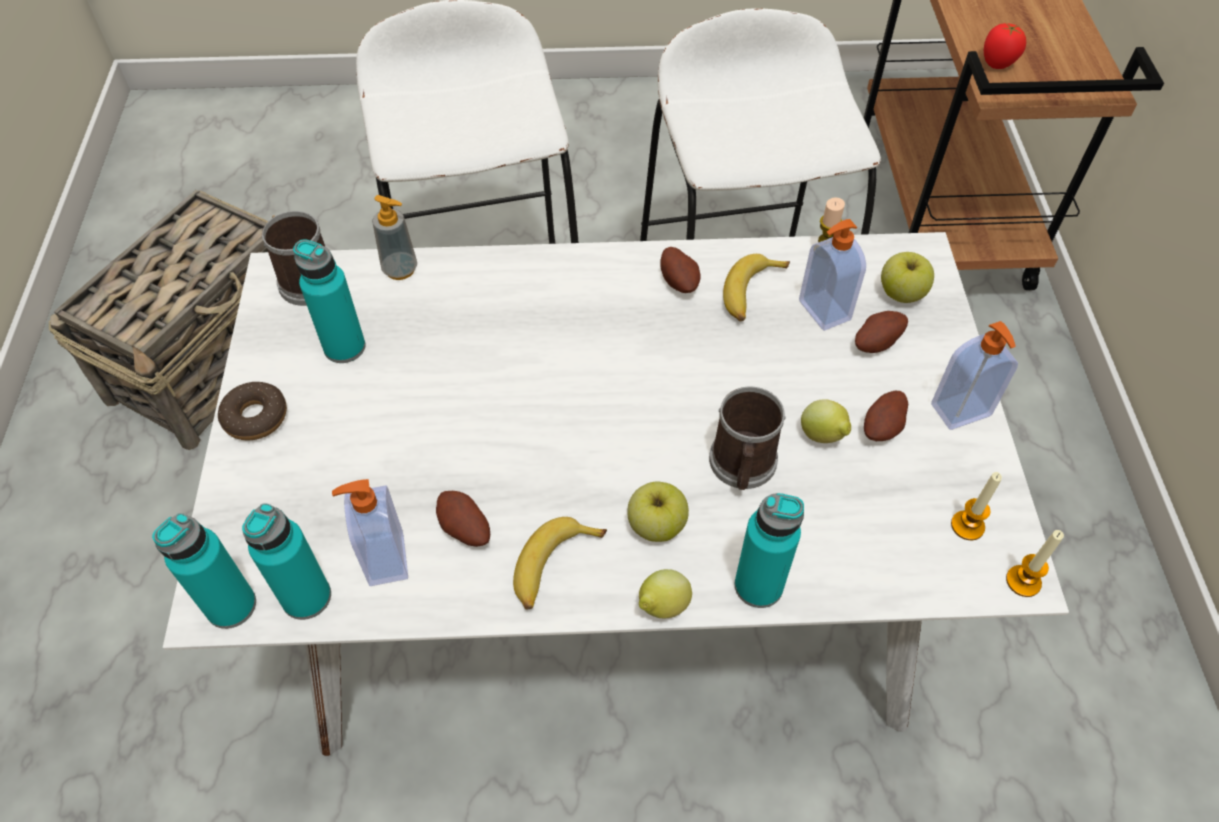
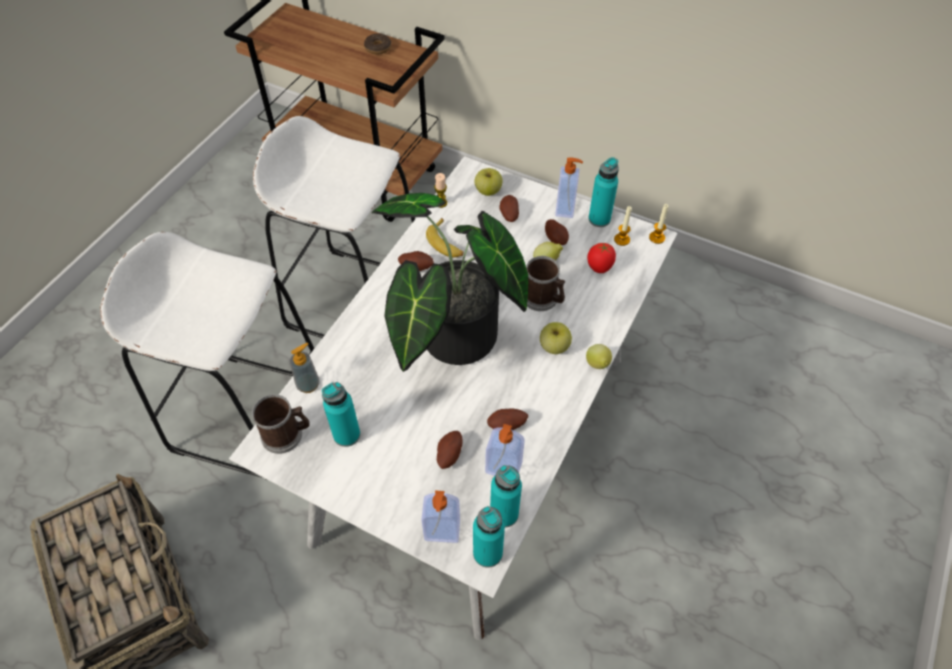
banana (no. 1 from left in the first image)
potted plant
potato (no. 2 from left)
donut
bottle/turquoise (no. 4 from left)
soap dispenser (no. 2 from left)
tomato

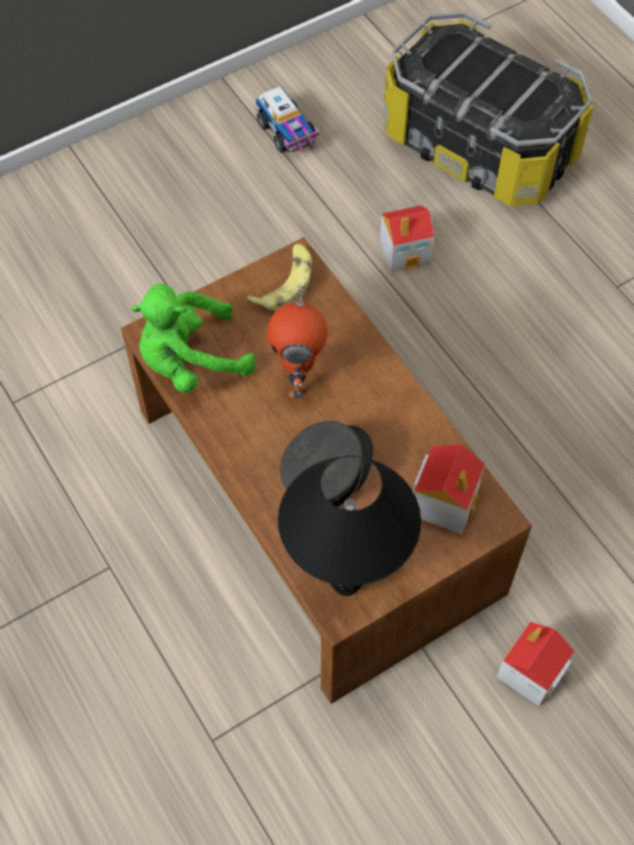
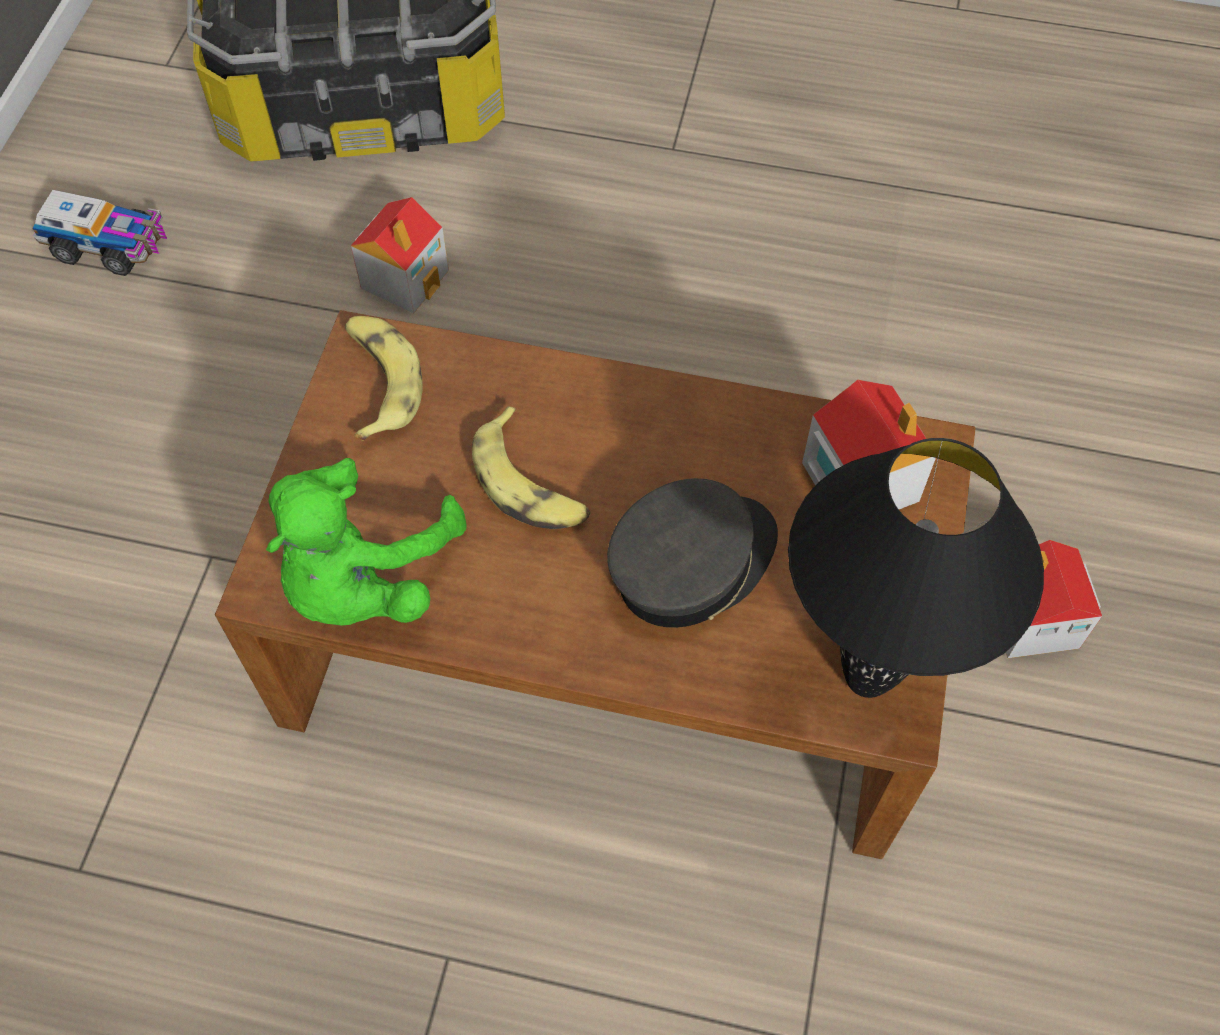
banana (no. 2 from left)
cap/grey

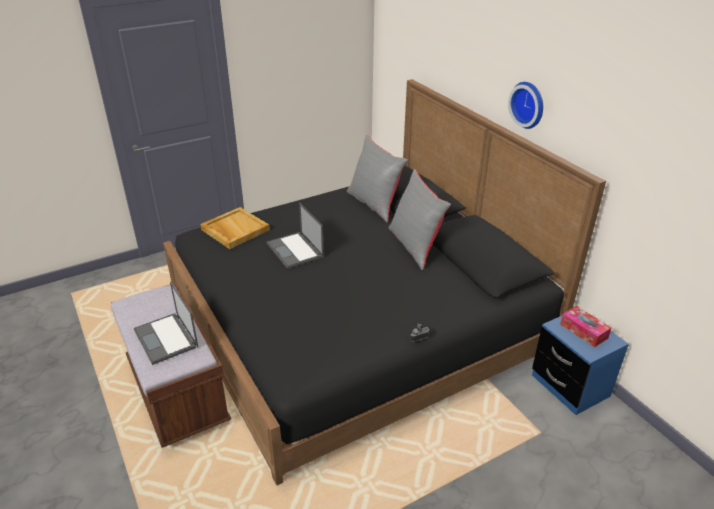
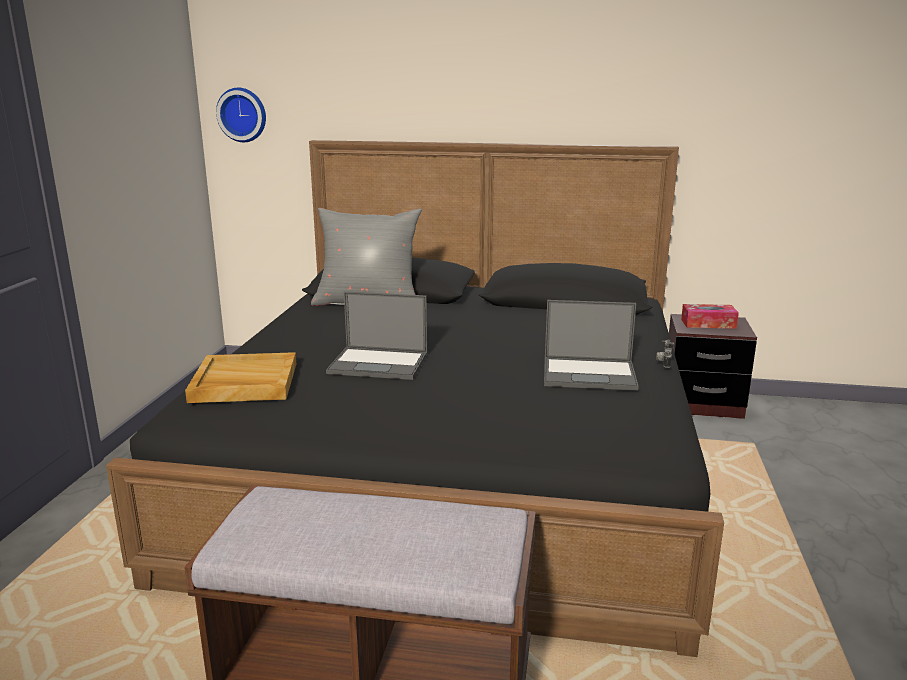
pillow/grey (no. 2 from left in the first image)
laptop (no. 2 from left)
wall clock
nightstand/brown

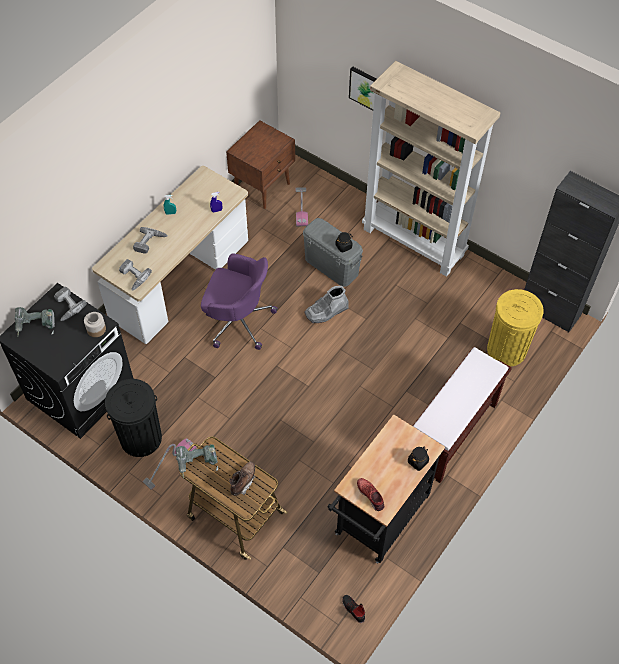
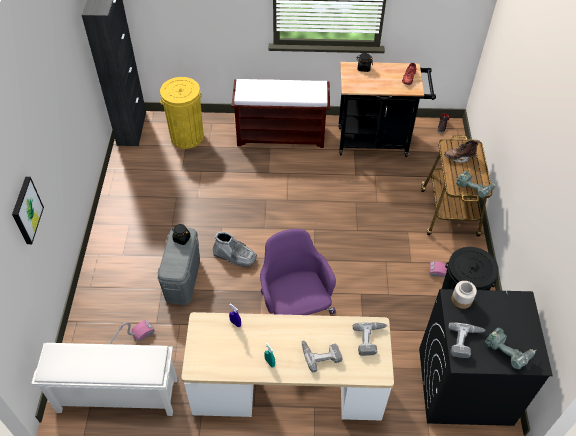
bookcase/beige
shoe rack/white

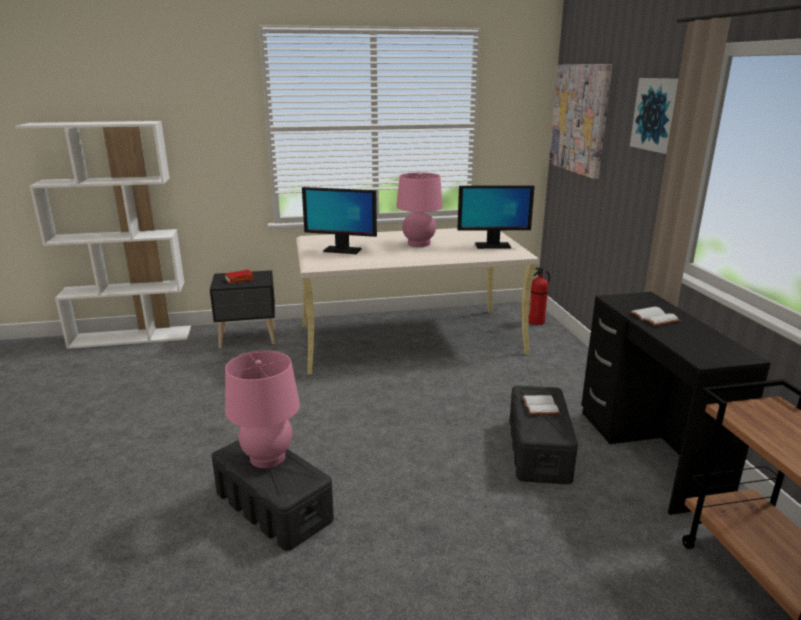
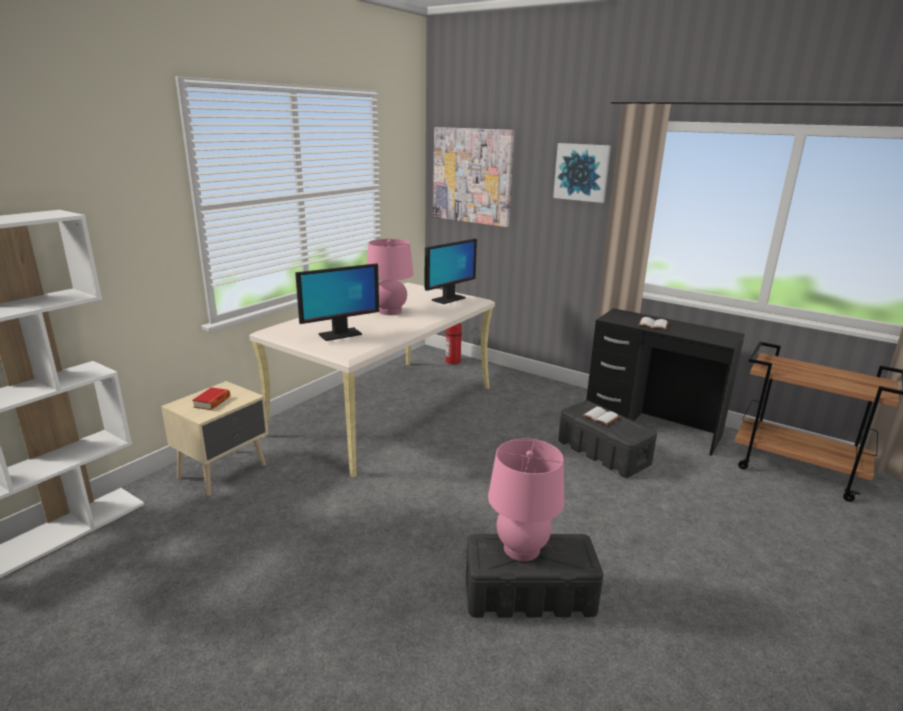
nightstand/beige

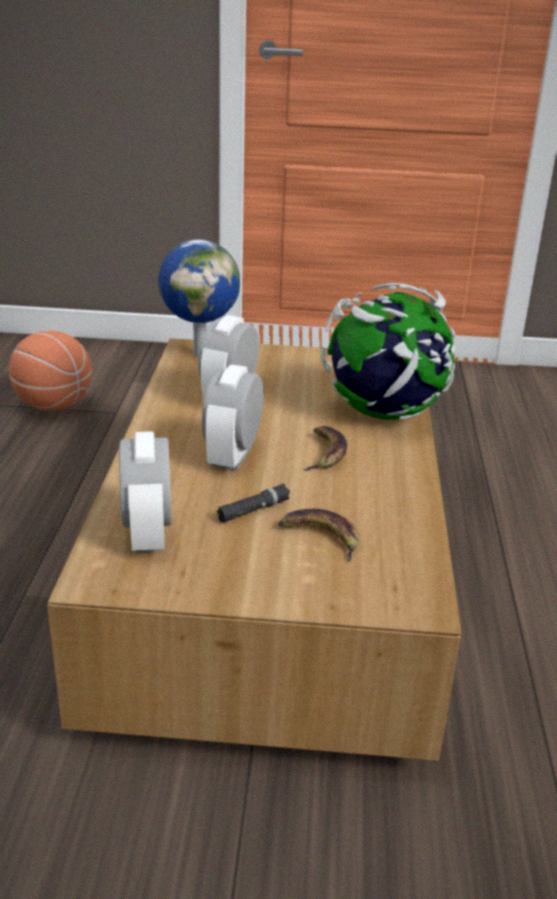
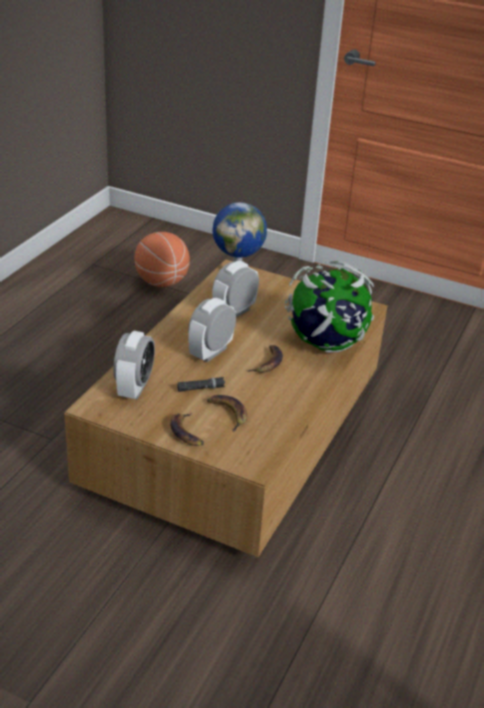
banana (no. 1 from left)

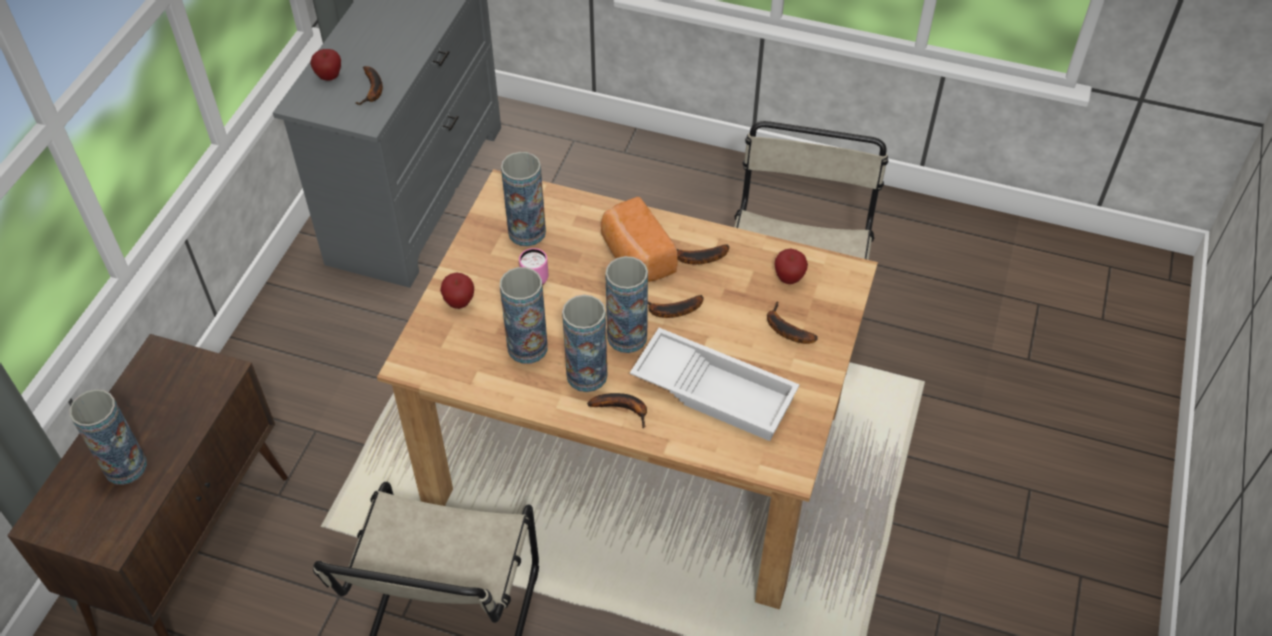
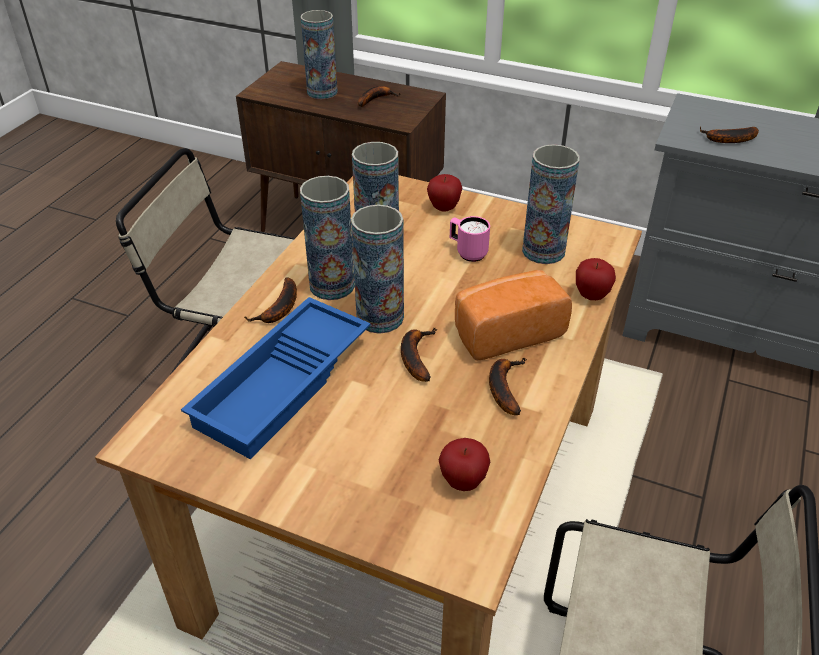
apple (no. 3 from left)
banana (no. 2 from left)
tray/blue

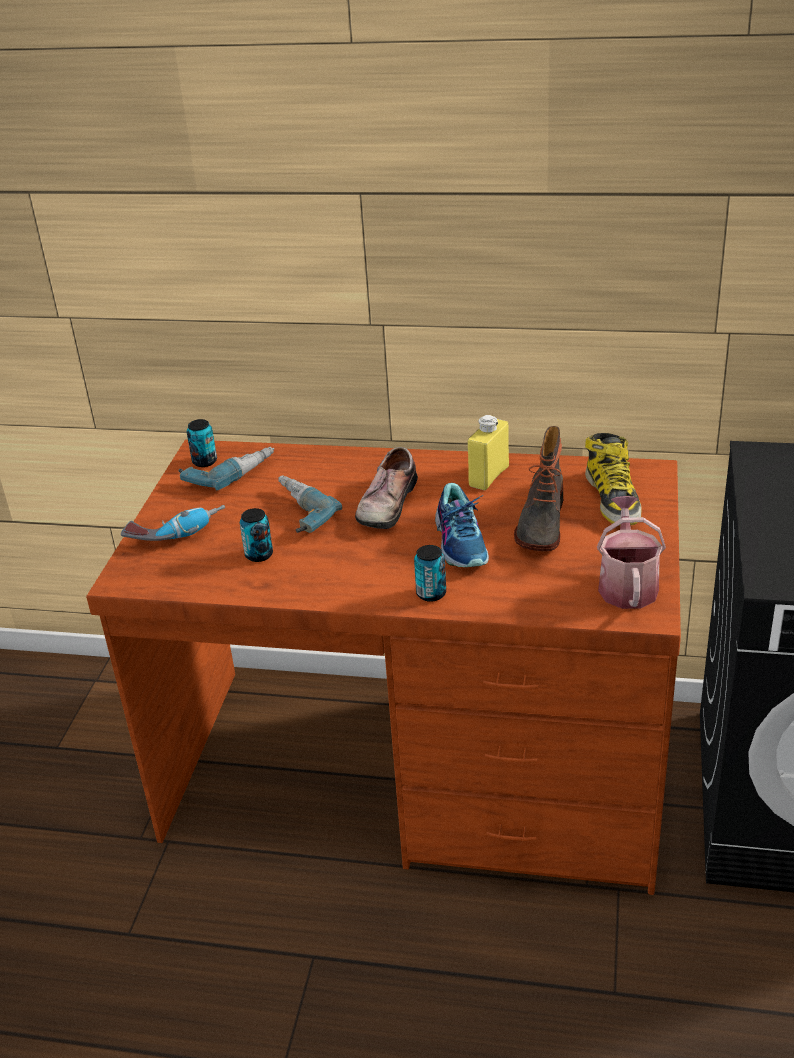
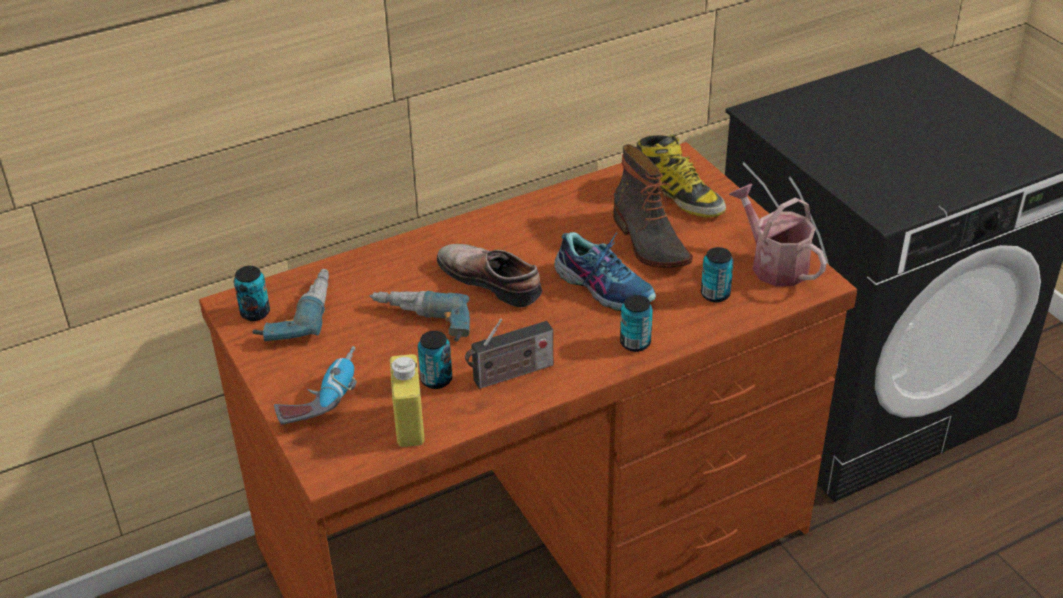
radio
can (no. 4 from left)
bottle/yellow
shoe (no. 1 from left)

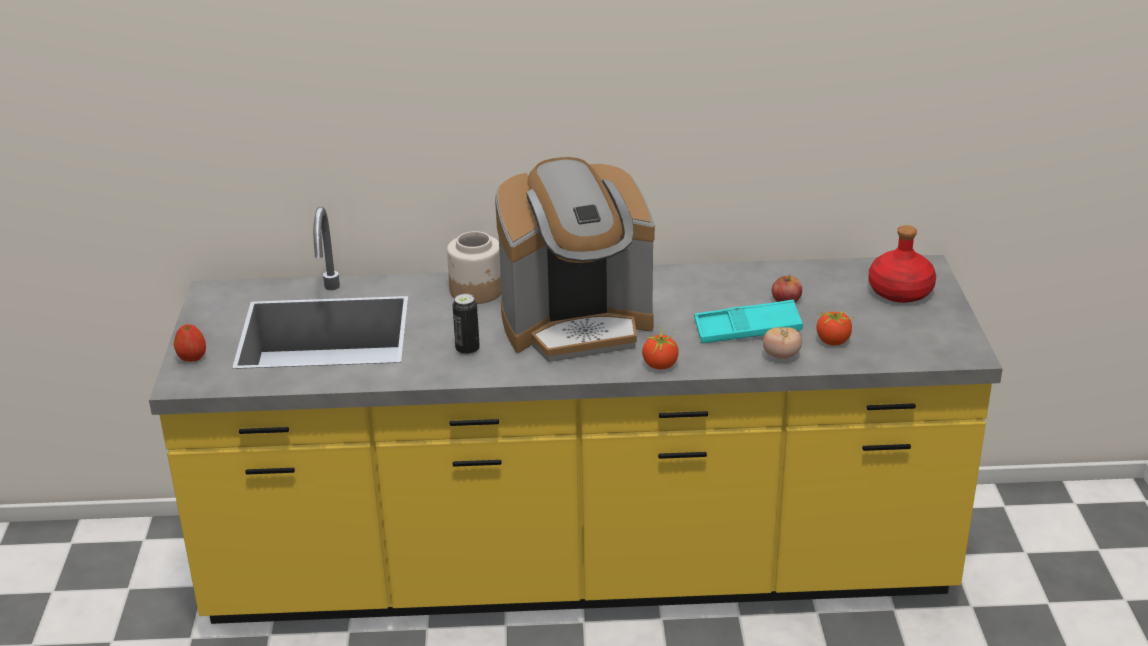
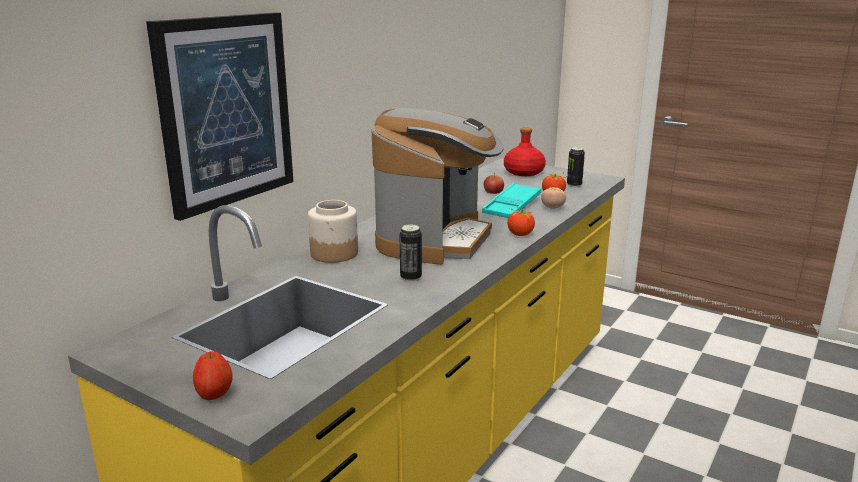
picture
can (no. 2 from left)

